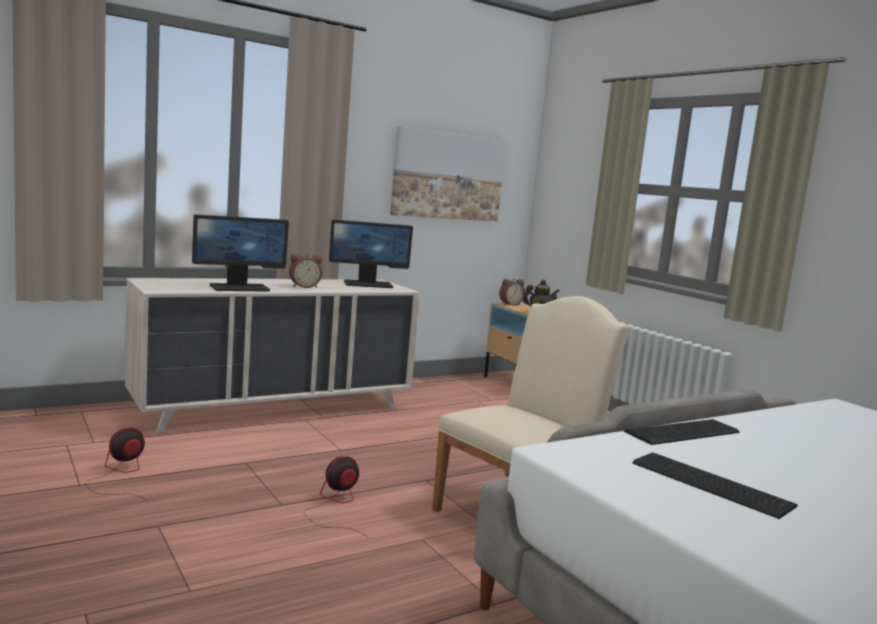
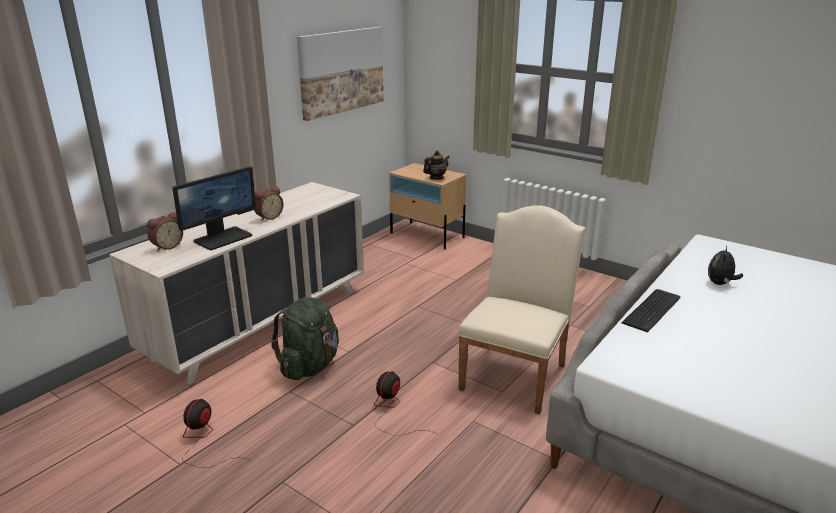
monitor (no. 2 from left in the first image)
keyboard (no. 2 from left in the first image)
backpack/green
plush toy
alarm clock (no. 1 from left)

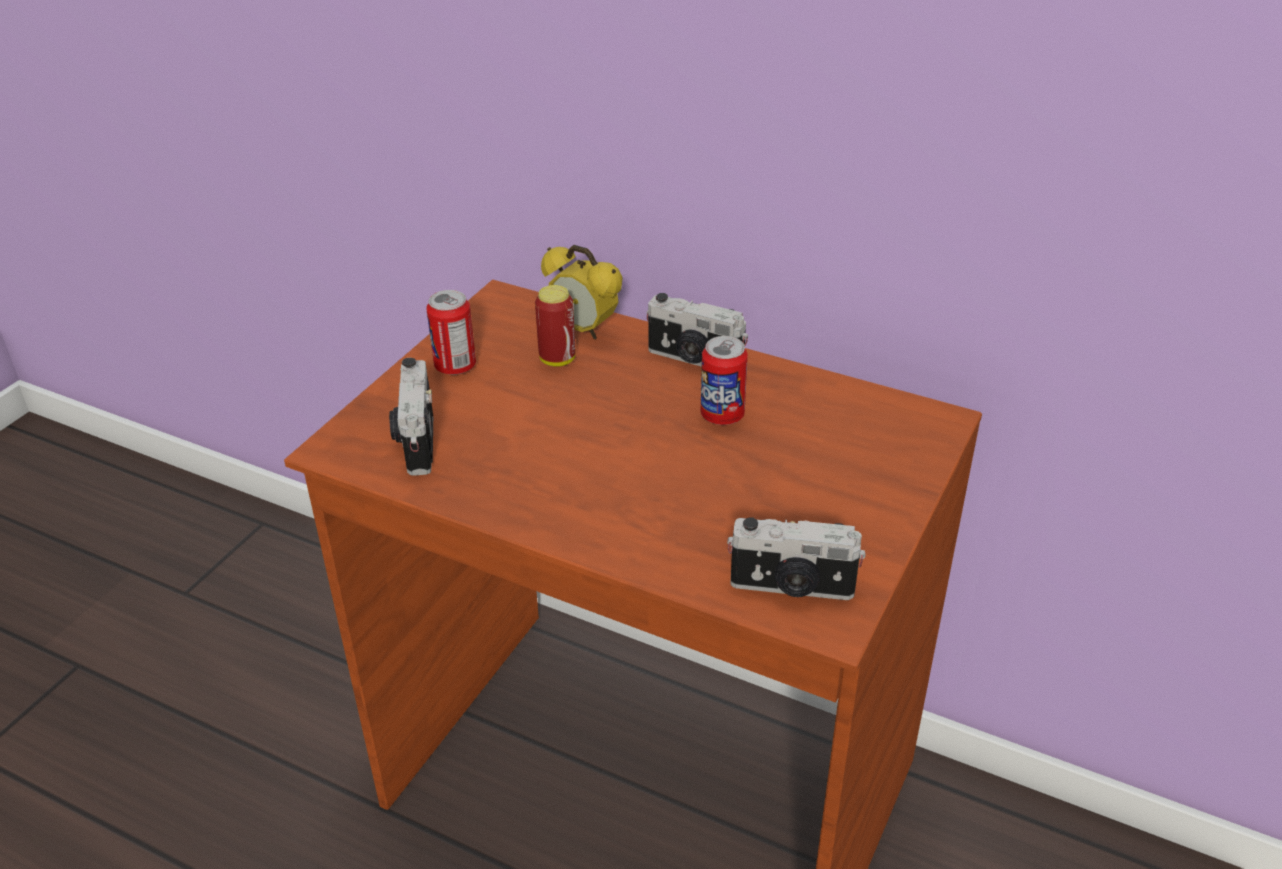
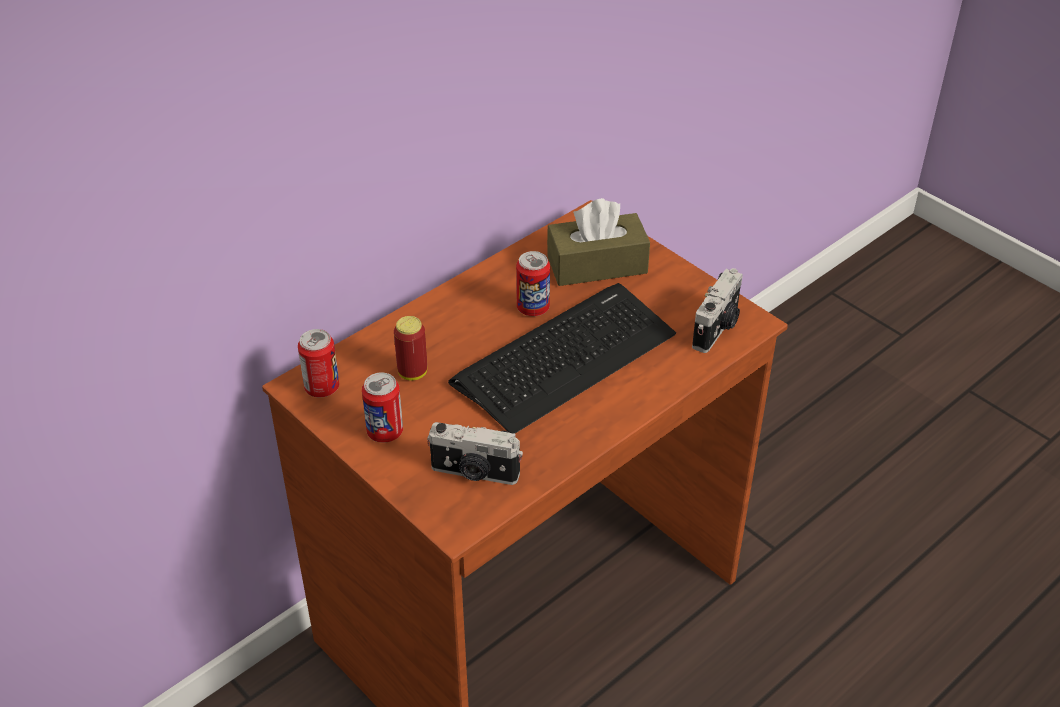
alarm clock
photo camera (no. 2 from left in the first image)
can (no. 1 from left)
keyboard
tissue box/brown

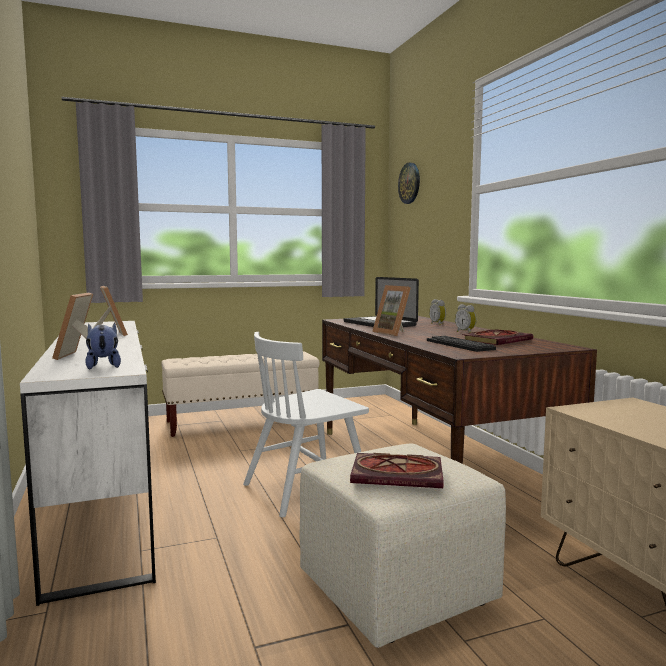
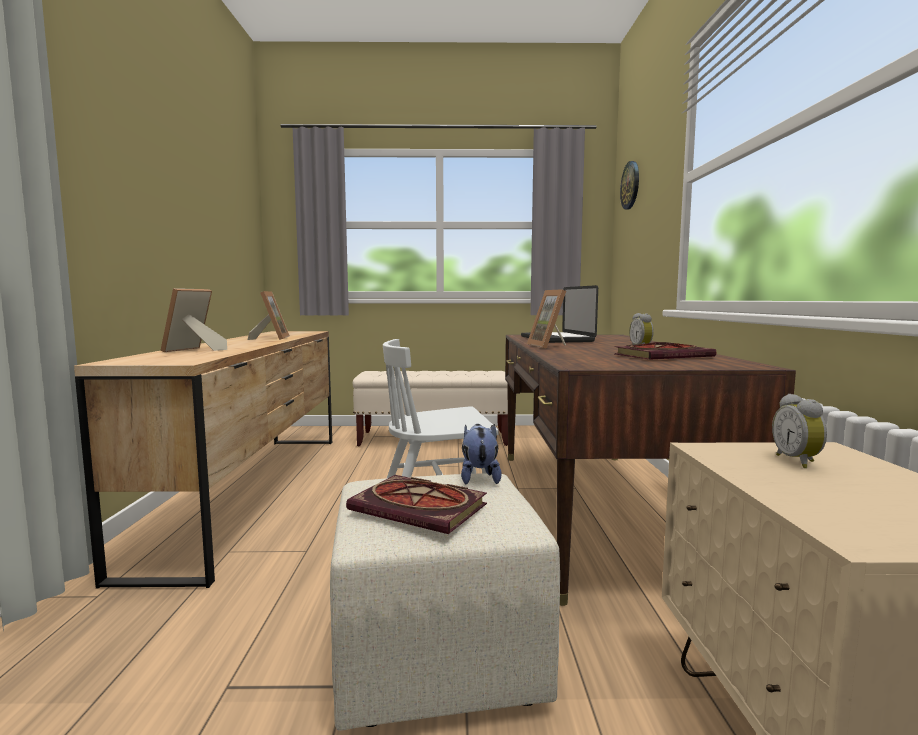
keyboard
plush toy
alarm clock (no. 2 from left)
dresser/brown

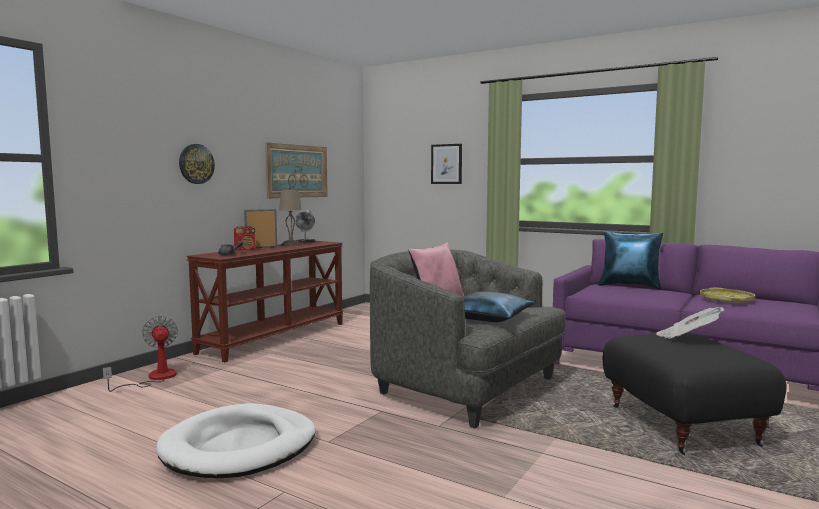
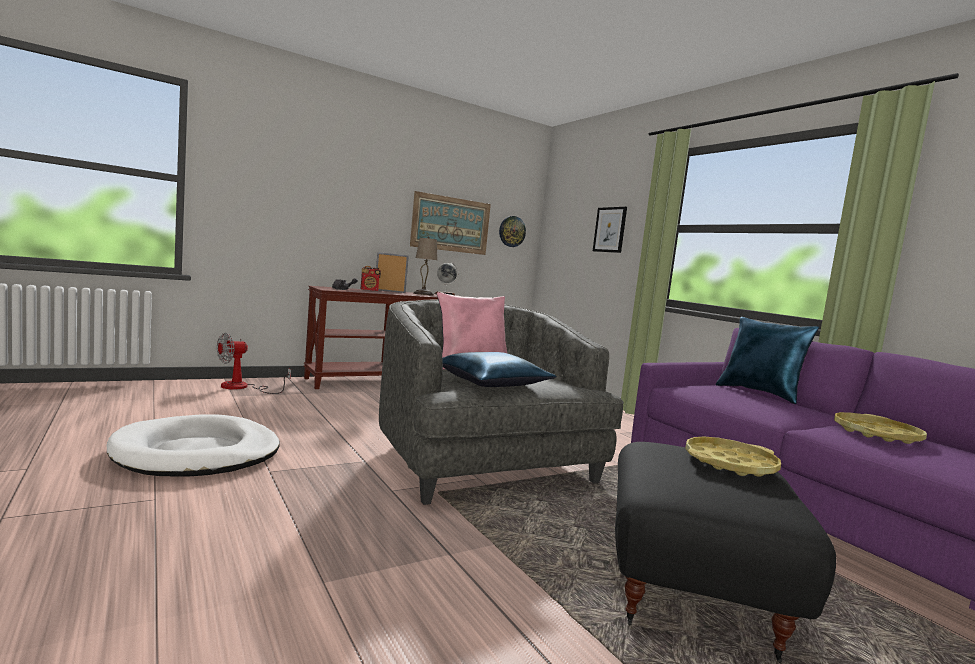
wall clock
tray/yellow (no. 1 from left)
fan

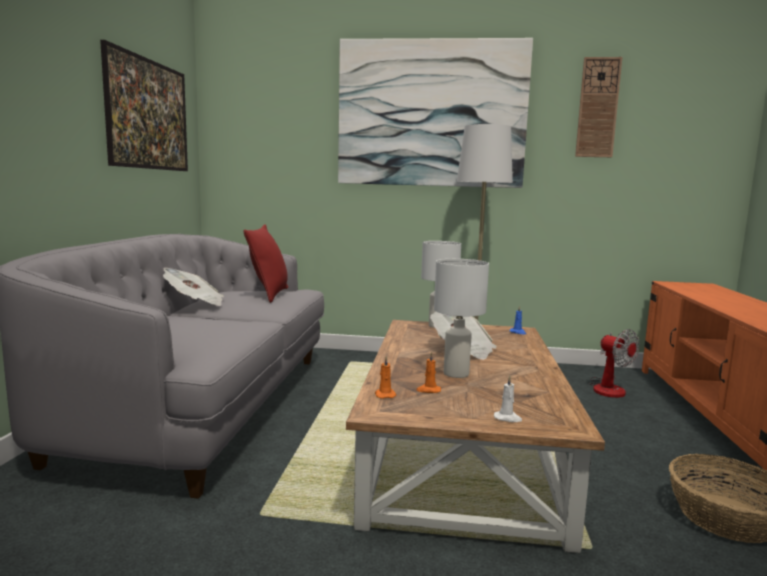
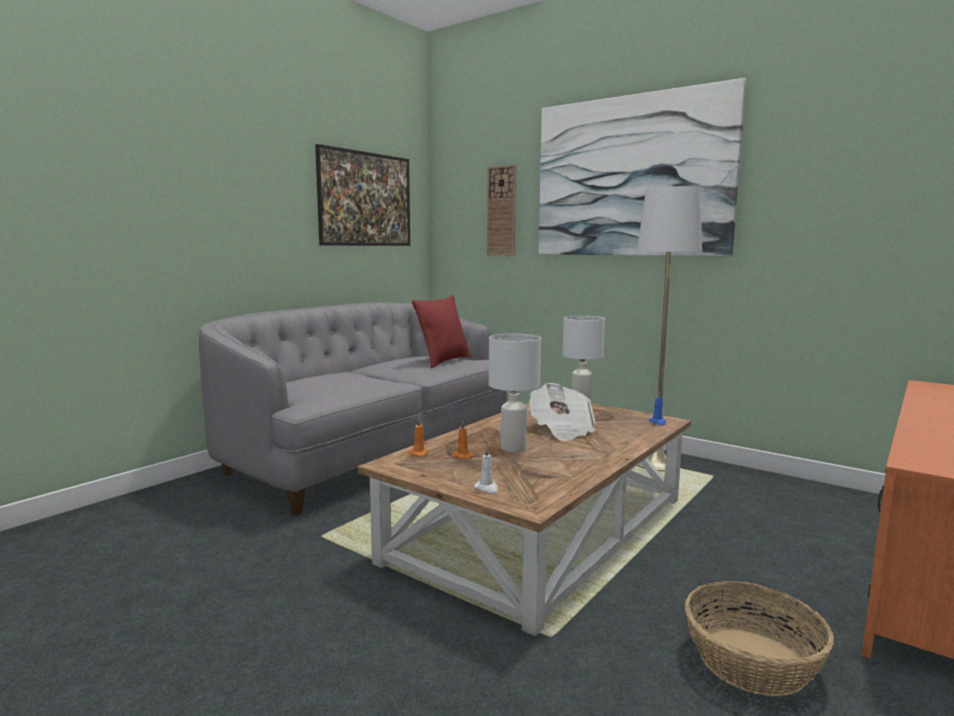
newspaper (no. 1 from left in the first image)
fan
wall clock

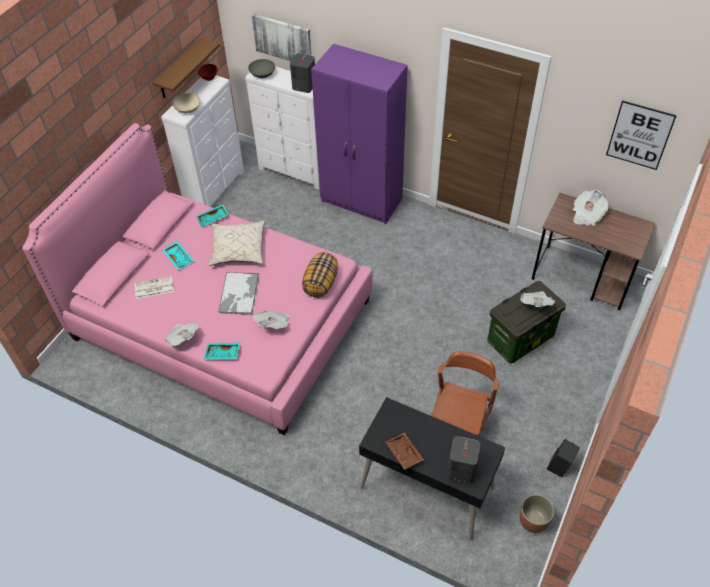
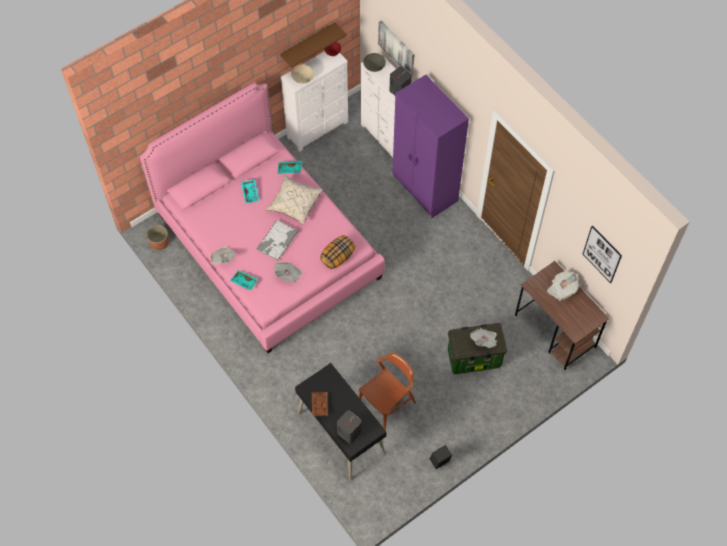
newspaper (no. 1 from left in the first image)
planter

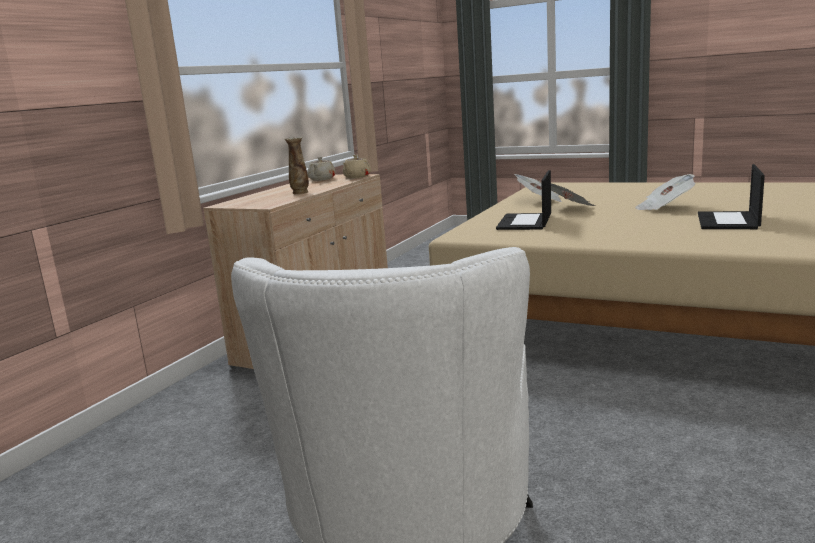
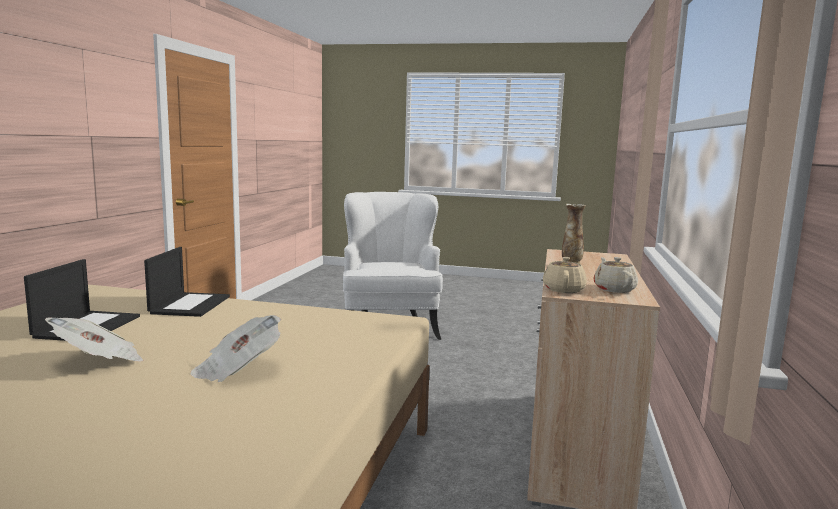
newspaper (no. 1 from left in the first image)
laptop (no. 2 from left)

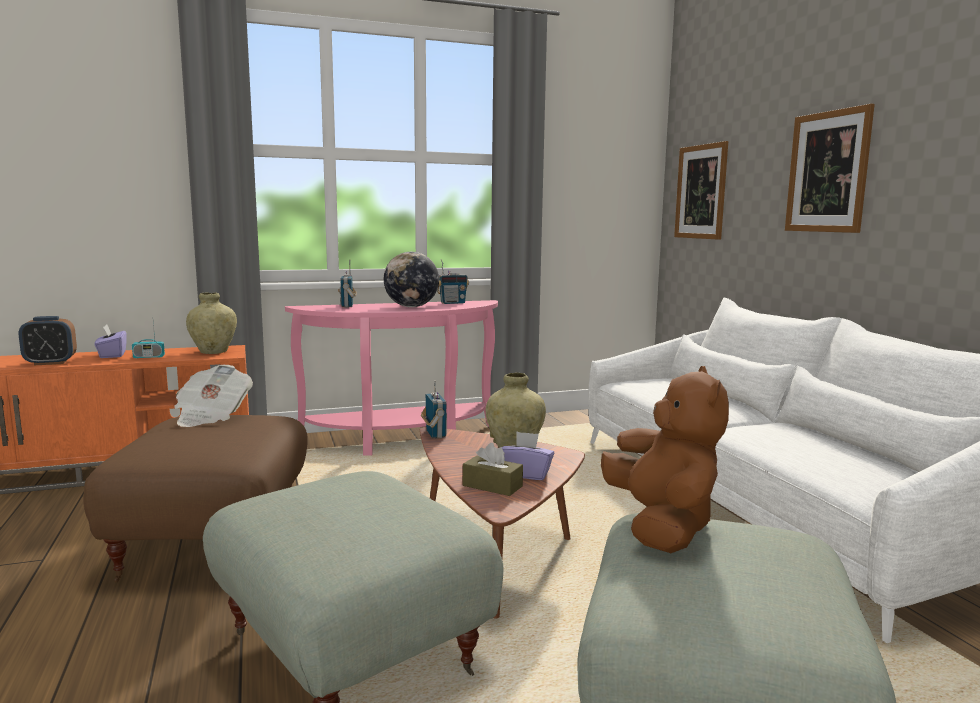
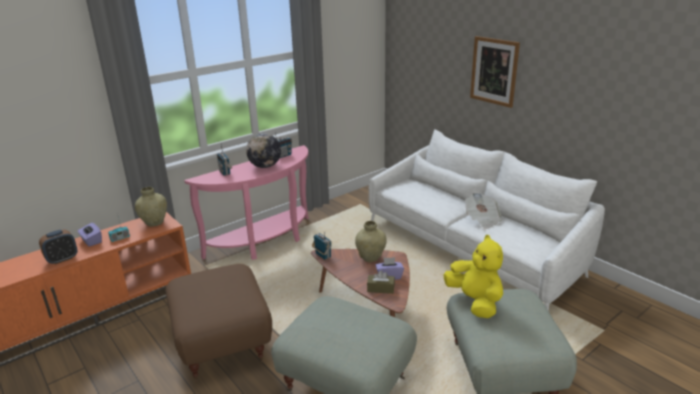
picture (no. 1 from left in the first image)
newspaper
plush toy/yellow

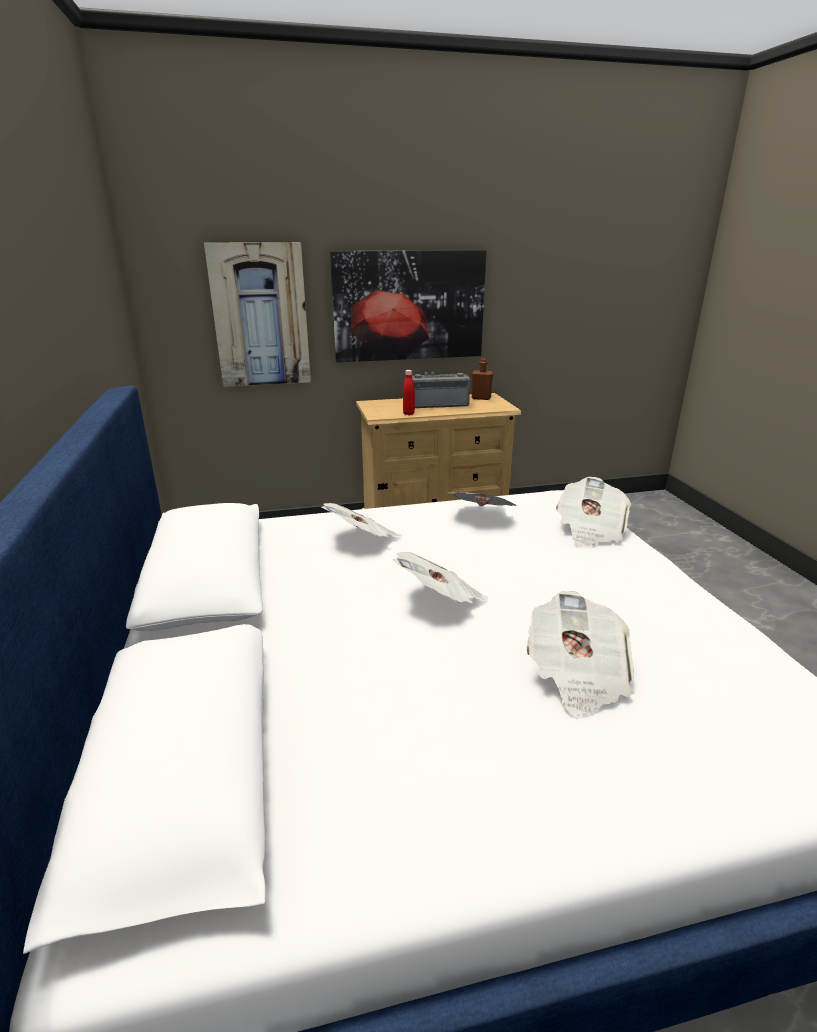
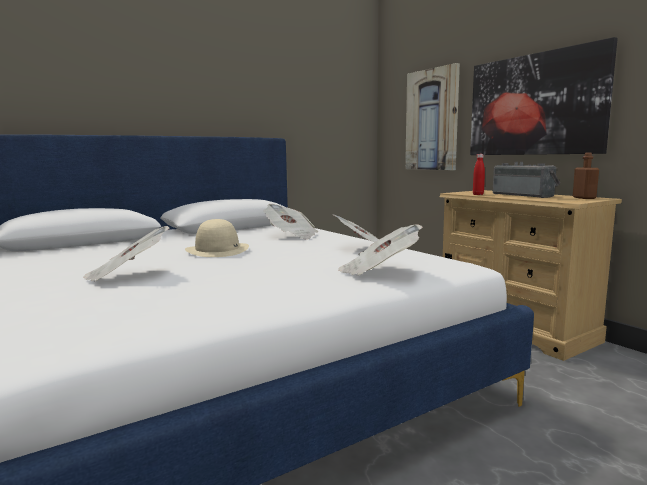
hat/beige

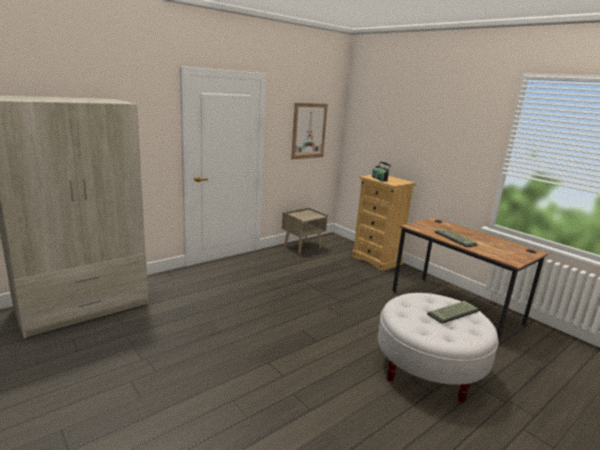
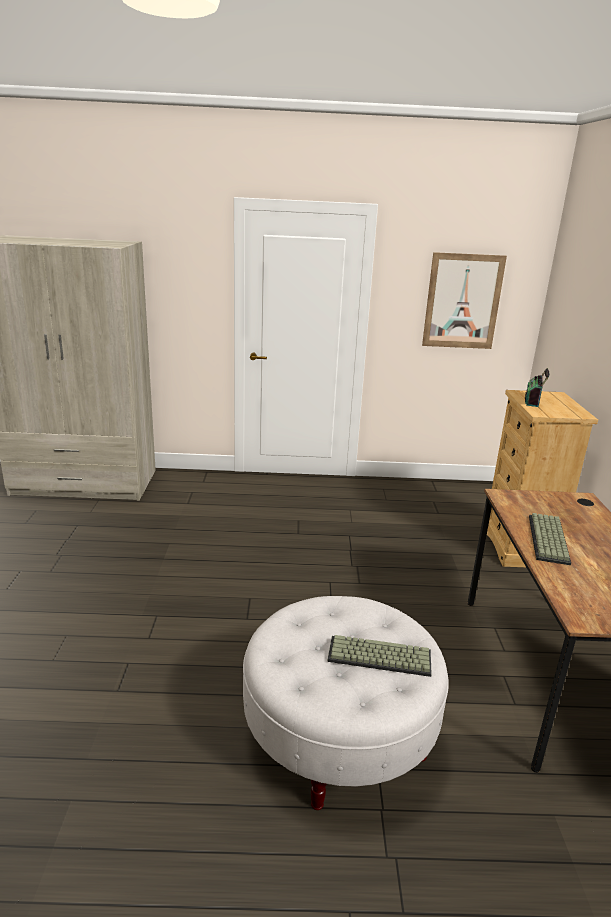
nightstand/beige

